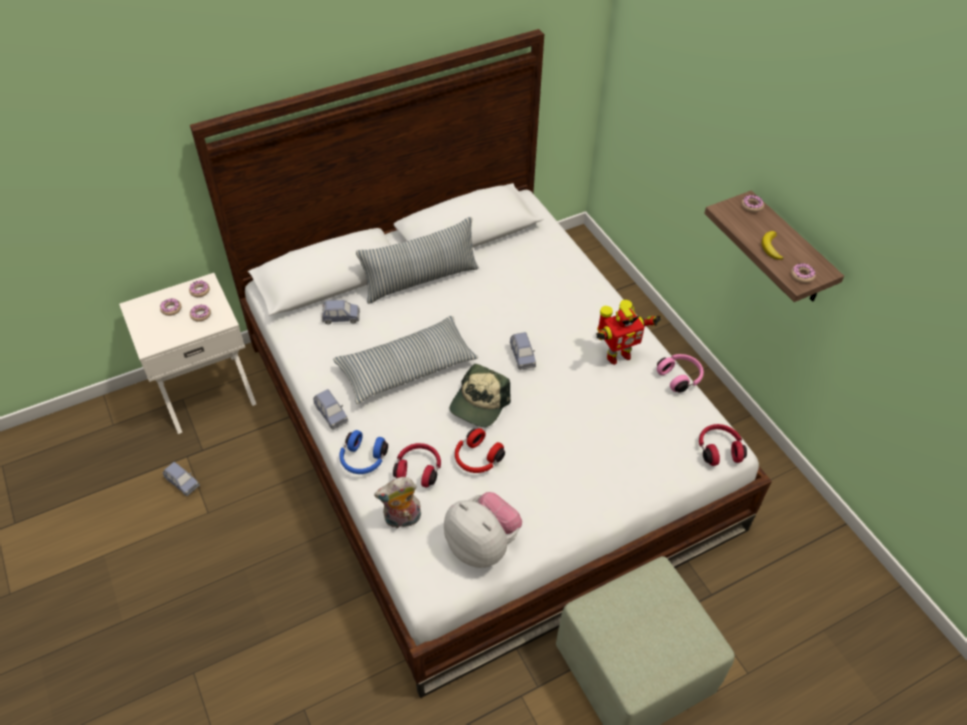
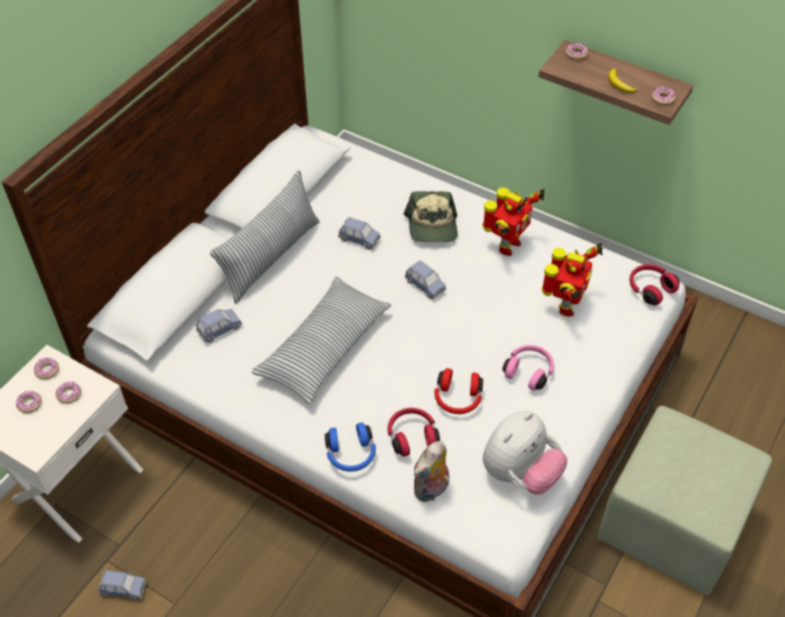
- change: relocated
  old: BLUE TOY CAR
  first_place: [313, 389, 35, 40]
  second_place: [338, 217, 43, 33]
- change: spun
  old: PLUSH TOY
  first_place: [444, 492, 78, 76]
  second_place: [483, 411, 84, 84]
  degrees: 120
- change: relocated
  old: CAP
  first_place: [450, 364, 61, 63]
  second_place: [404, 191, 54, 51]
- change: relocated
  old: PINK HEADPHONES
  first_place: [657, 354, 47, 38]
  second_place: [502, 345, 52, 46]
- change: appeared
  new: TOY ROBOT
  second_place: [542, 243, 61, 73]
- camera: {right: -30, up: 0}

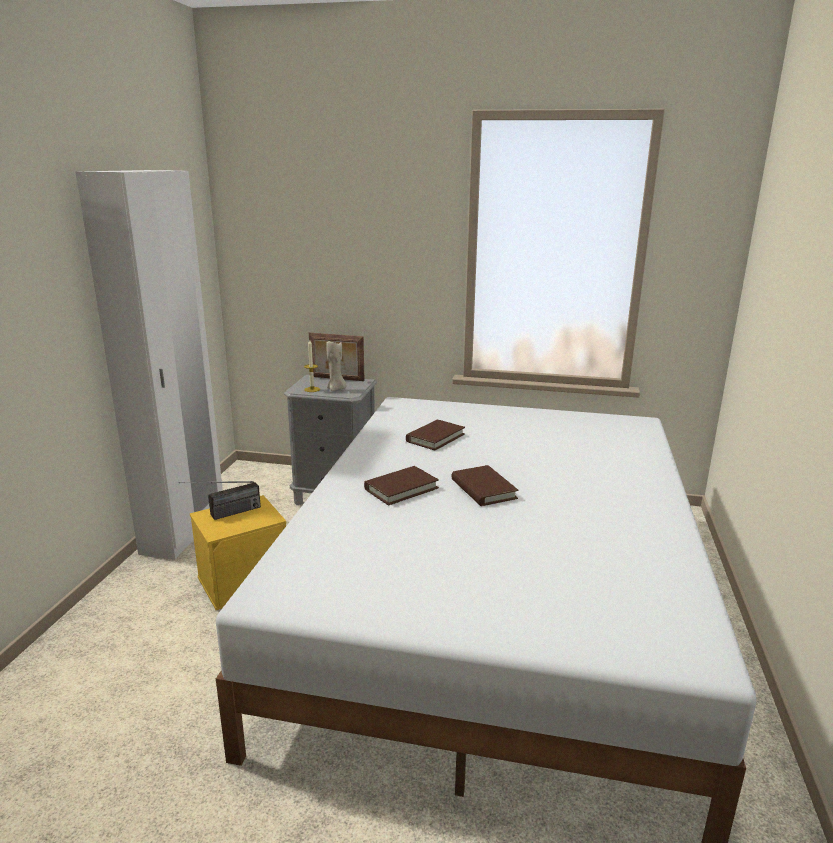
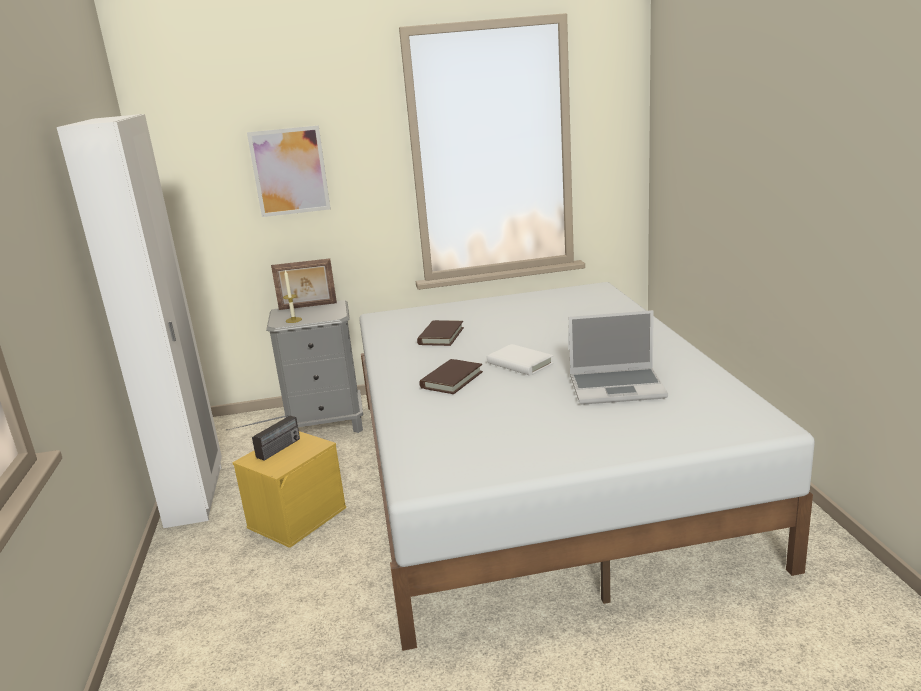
- change: missing
  old: BEIGE CANDLE
  first_place: [326, 341, 21, 50]
- change: colour
  old: BROWN BOOK
  new: WHITE BOOK
  first_place: [451, 465, 67, 41]
  second_place: [487, 344, 67, 32]
- change: appeared
  new: PICTURE
  second_place: [247, 125, 84, 92]
- change: appeared
  new: LAPTOP
  second_place: [569, 310, 99, 95]
- camera: {right: -20, up: 0}

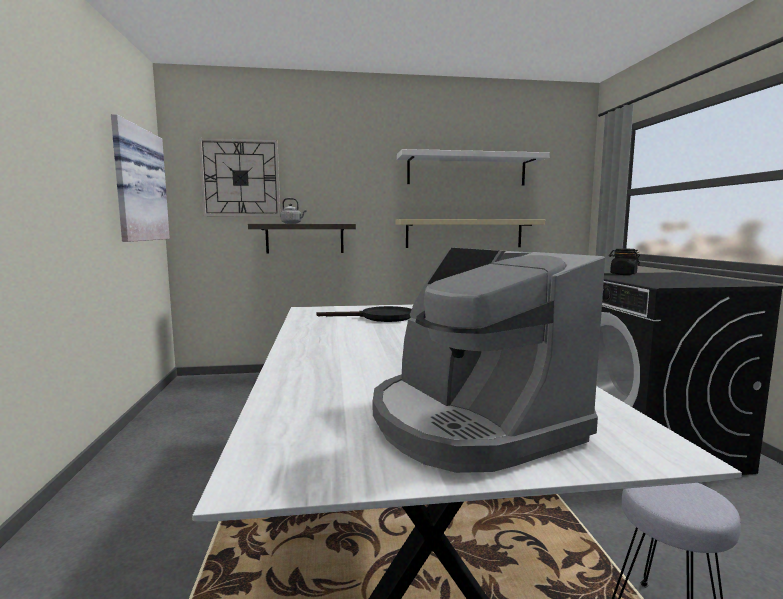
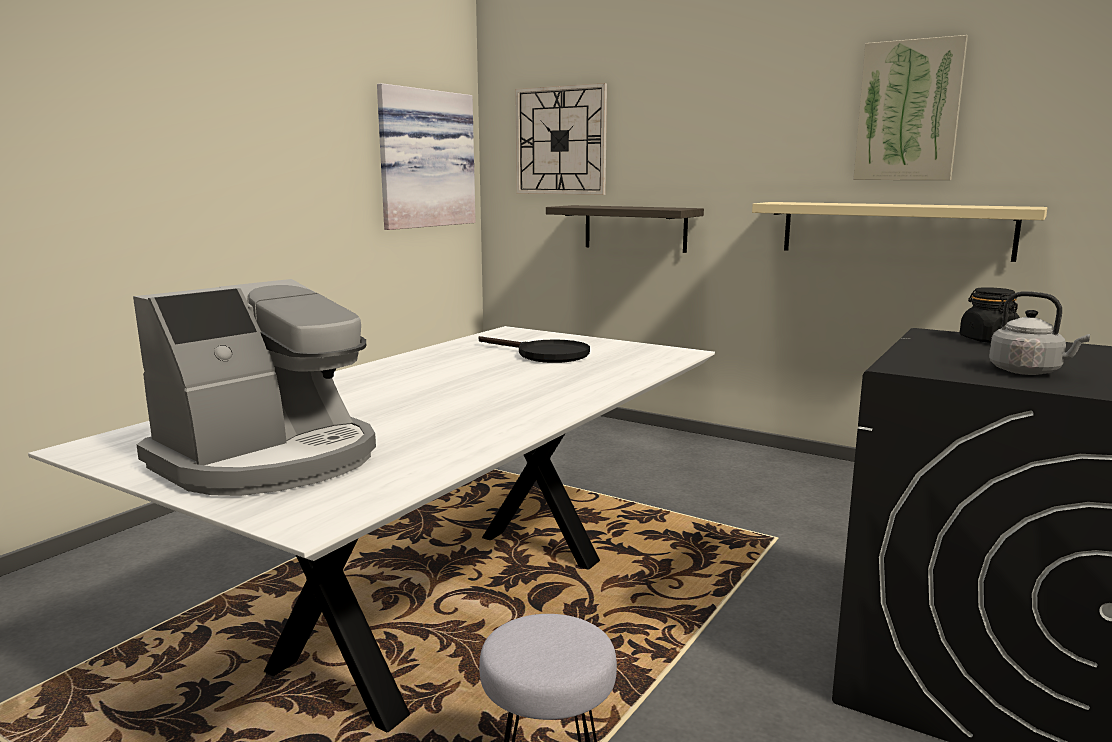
- change: relocated
  old: GREY KETTLE
  first_place: [281, 198, 26, 26]
  second_place: [989, 291, 101, 84]
- change: spun
  old: COFFEE MACHINE
  first_place: [373, 248, 232, 225]
  second_place: [133, 279, 243, 217]
  degrees: -150
- change: exchanged
  old: WHITE SHELF
  new: PICTURE
  first_place: [397, 149, 153, 37]
  second_place: [853, 35, 115, 145]
- camera: {right: 40, up: 5}

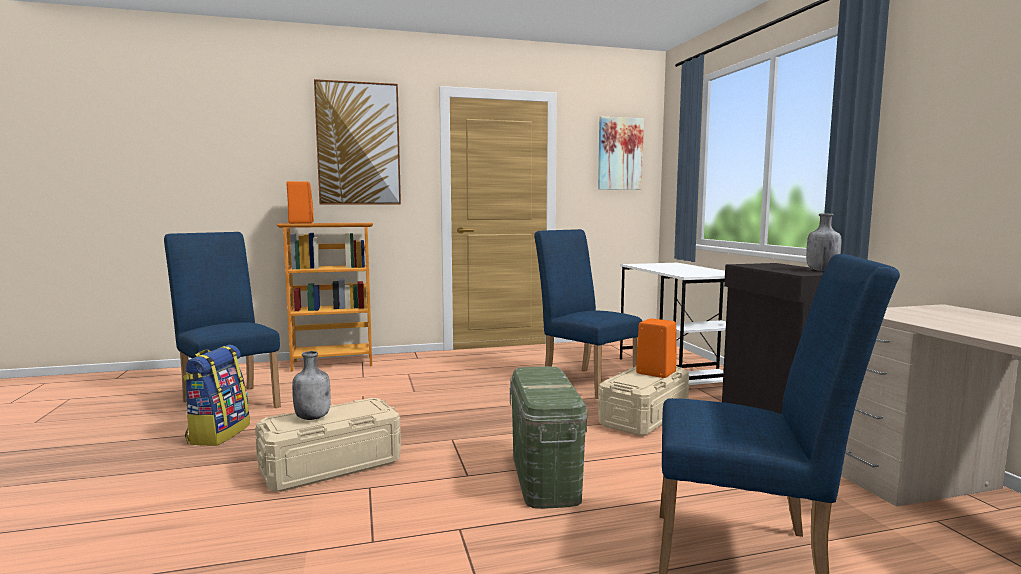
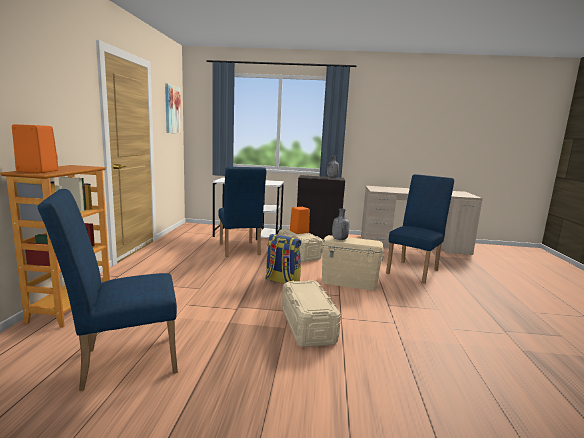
- change: relocated
  old: BACKPACK
  first_place: [183, 345, 67, 101]
  second_place: [266, 234, 35, 50]
- change: relocated
  old: GREY BOTTLE
  first_place: [292, 351, 39, 69]
  second_place: [332, 208, 17, 32]
- change: missing
  old: PICTURE
  first_place: [314, 79, 87, 126]
- change: colour
  old: GREEN STORAGE BOX
  new: BEIGE STORAGE BOX
  first_place: [510, 366, 77, 143]
  second_place: [320, 235, 64, 55]
- change: spun
  old: BLUE CHAIR
  first_place: [534, 229, 108, 170]
  second_place: [218, 167, 49, 90]
  degrees: -90
- camera: {right: -70, up: 5}

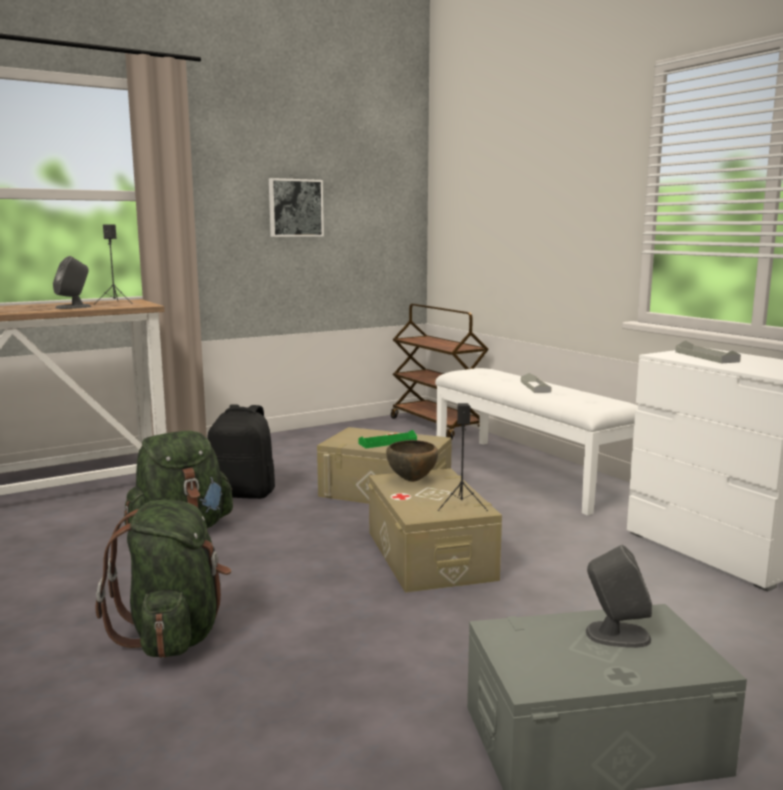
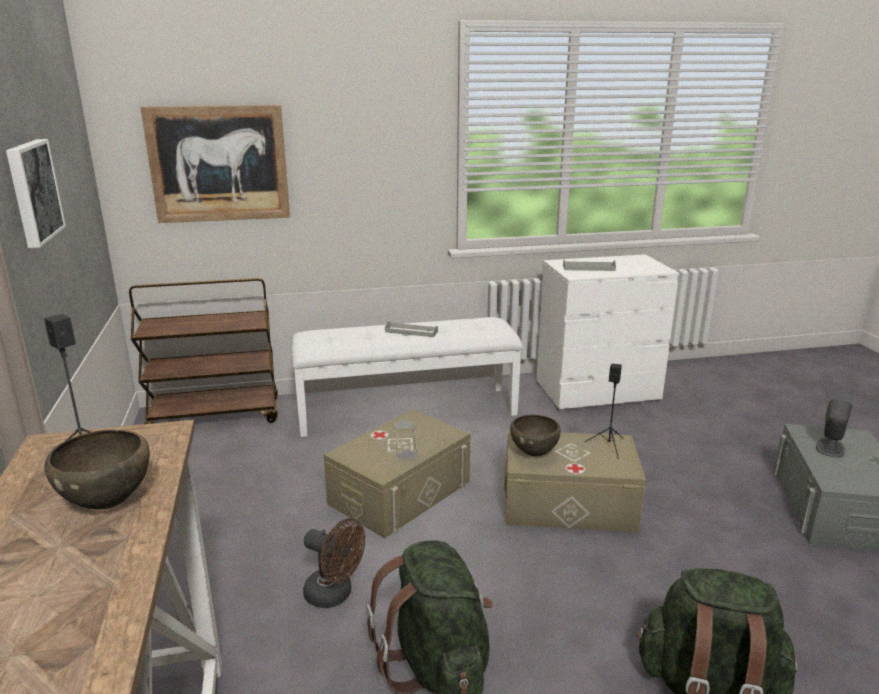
- change: exchanged
  old: GREY SPEAKER
  new: BROWN BOWL
  first_place: [53, 256, 38, 53]
  second_place: [44, 429, 106, 80]
- change: exchanged
  old: BLACK BACKPACK
  new: BROWN FAN
  first_place: [207, 404, 68, 95]
  second_place: [303, 518, 62, 90]
- change: colour
  old: GREEN TRAY
  new: GREY TRAY
  first_place: [359, 430, 58, 18]
  second_place: [395, 419, 23, 41]
- change: appeared
  new: PICTURE
  second_place: [140, 105, 150, 118]
- camera: {right: -70, up: 10}

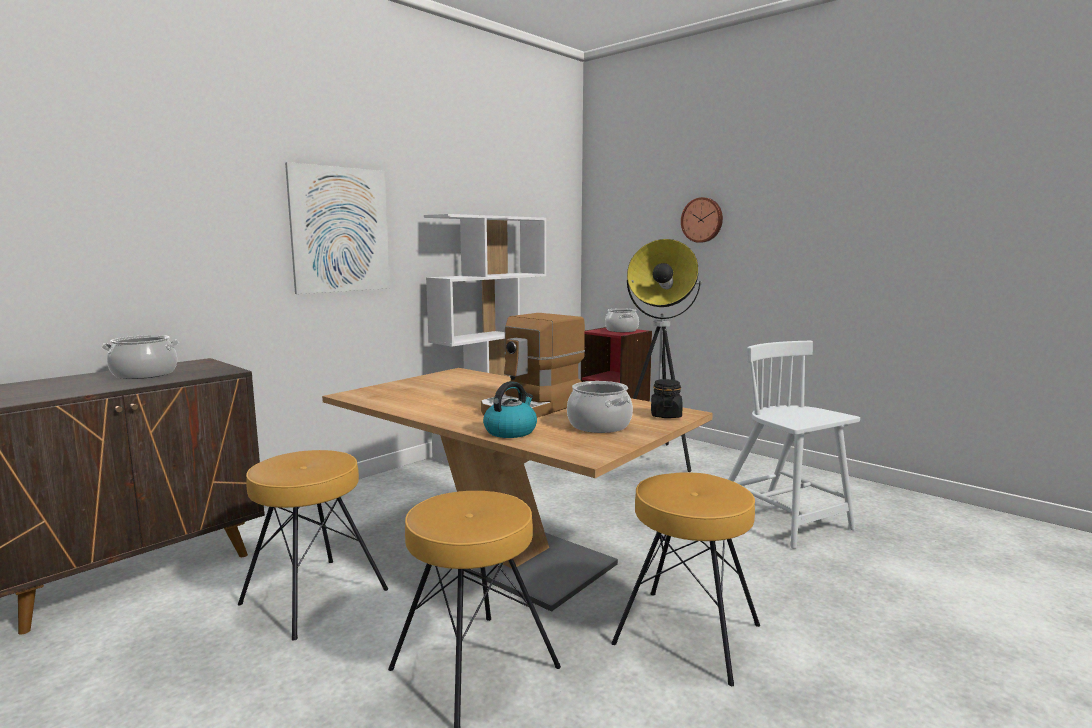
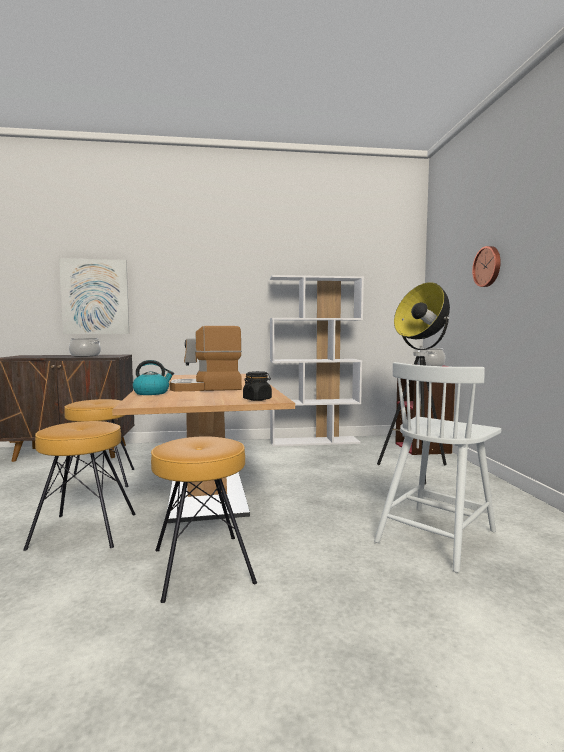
- change: relocated
  old: PICTURE
  first_place: [285, 162, 105, 132]
  second_place: [59, 258, 70, 76]
- change: missing
  old: COOKING POT
  first_place: [567, 381, 66, 52]
- change: spun
  old: WHITE CHAIR
  first_place: [728, 341, 132, 208]
  second_place: [374, 362, 127, 211]
  degrees: -150
- camera: {right: 40, up: -5}

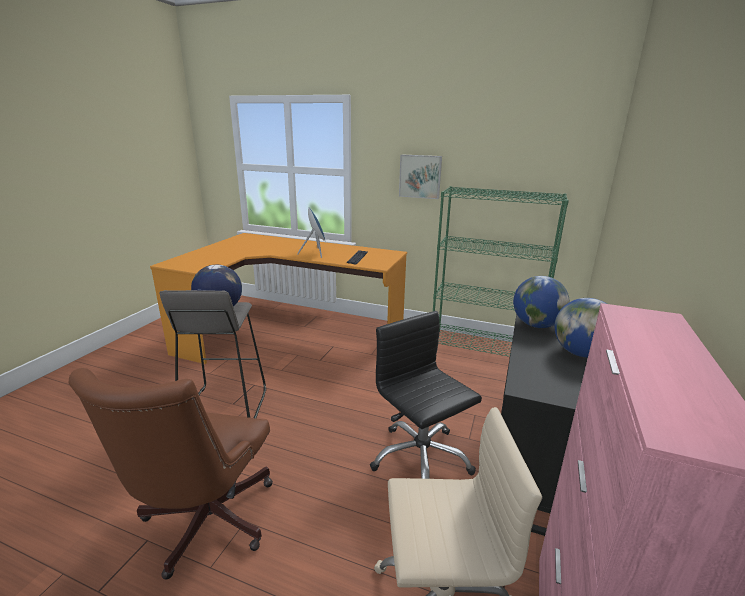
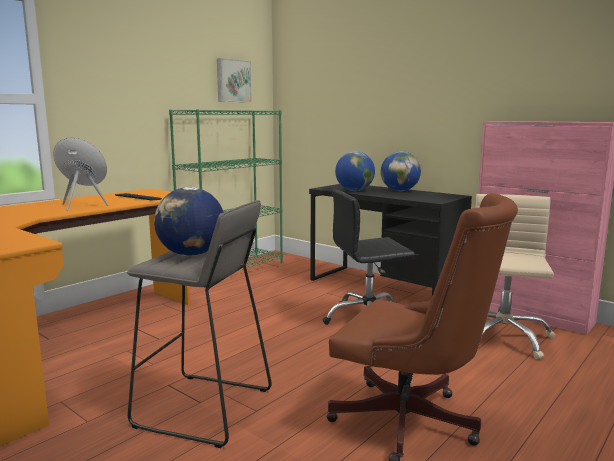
- change: relocated
  old: PICTURE
  first_place: [399, 155, 43, 44]
  second_place: [217, 58, 35, 44]
- camera: {right: -70, up: -10}

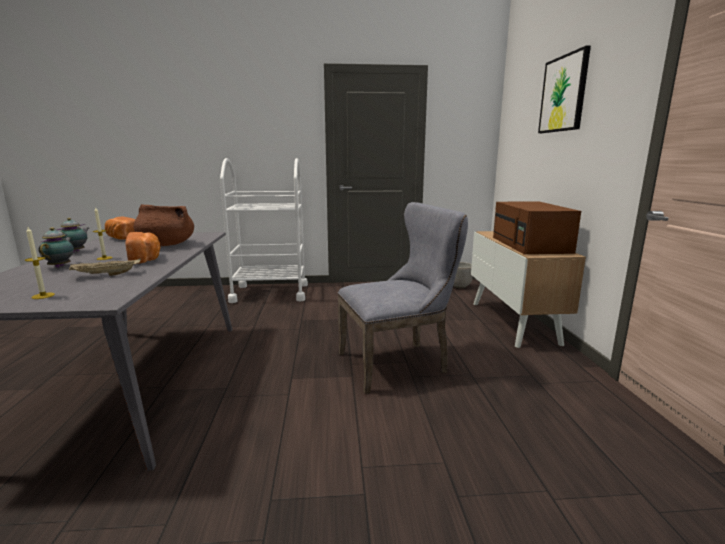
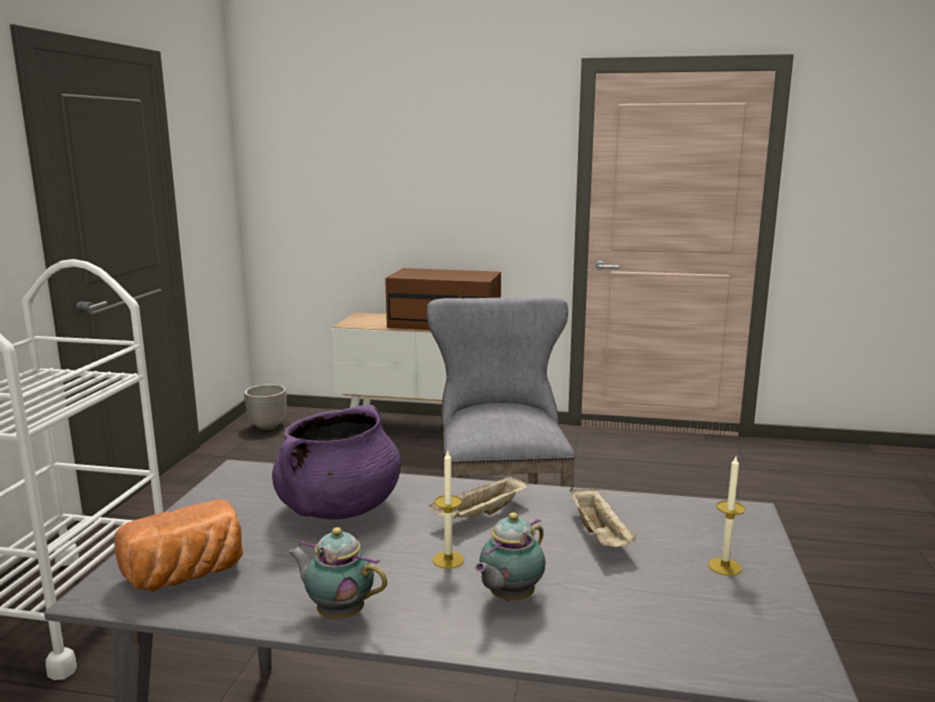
- change: spun
  old: TEAPOT
  first_place: [38, 227, 36, 41]
  second_place: [474, 512, 72, 89]
  degrees: -60
- change: exchanged
  old: BREAD
  new: BEIGE TRAY
  first_place: [126, 232, 34, 32]
  second_place: [429, 474, 99, 45]
- change: colour
  old: BROWN COOKING POT
  new: PURPLE COOKING POT
  first_place: [133, 204, 61, 42]
  second_place: [272, 405, 129, 115]
- change: missing
  old: PICTURE
  first_place: [538, 46, 53, 87]
- camera: {right: -75, up: 0}

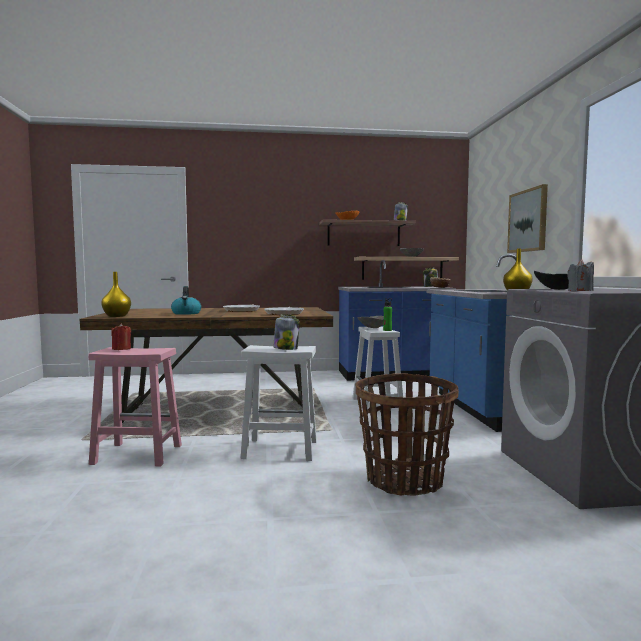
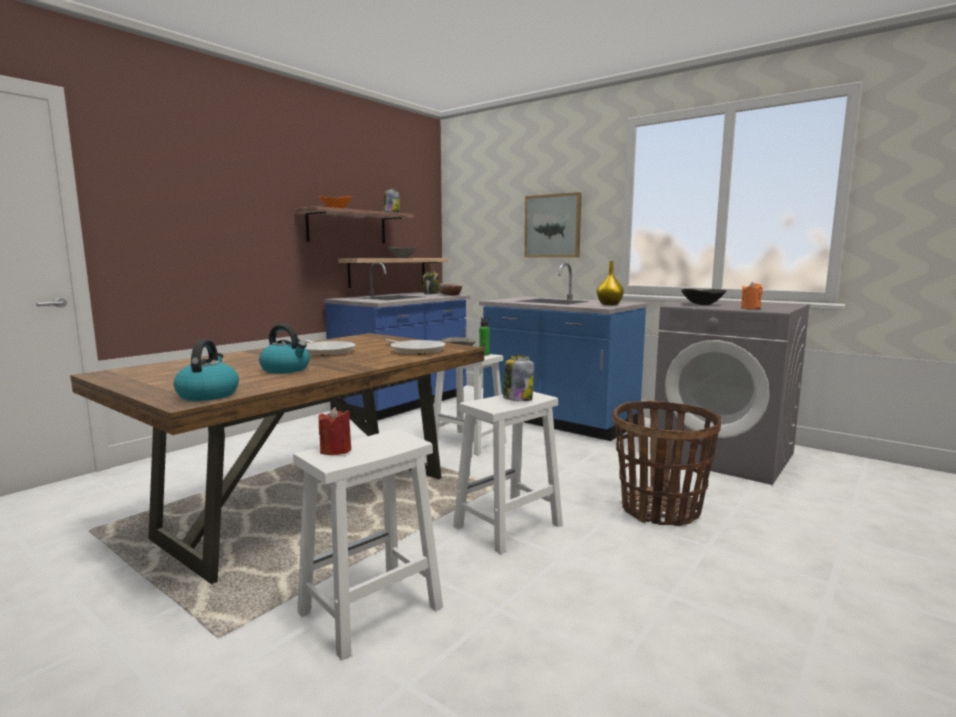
- change: colour
  old: PINK STOOL
  new: WHITE STOOL
  first_place: [88, 347, 94, 119]
  second_place: [293, 429, 150, 231]
- change: exchanged
  old: YELLOW VASE
  new: KETTLE
  first_place: [101, 272, 30, 45]
  second_place: [174, 340, 65, 61]
- change: colour
  old: GREY CANDLE
  new: ORANGE CANDLE
  first_place: [567, 259, 27, 32]
  second_place: [741, 282, 22, 27]
- camera: {right: -45, up: 5}

